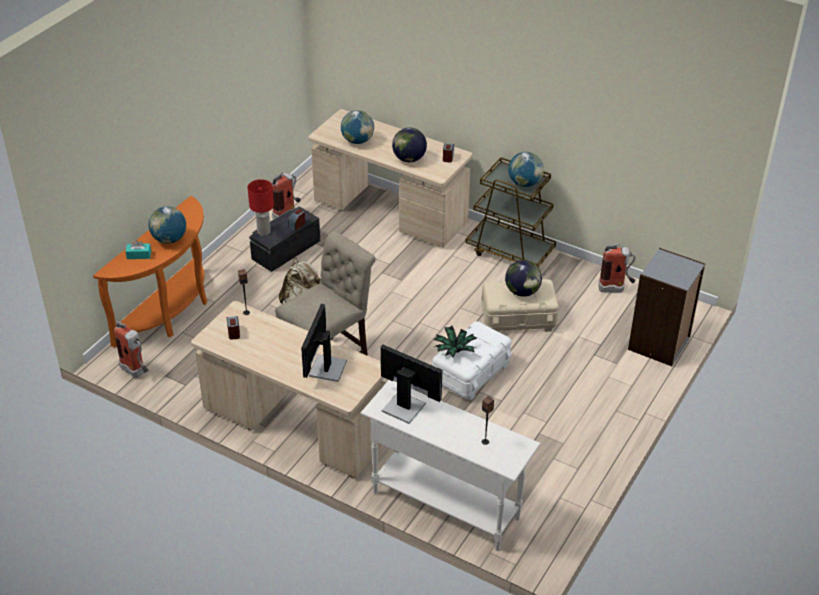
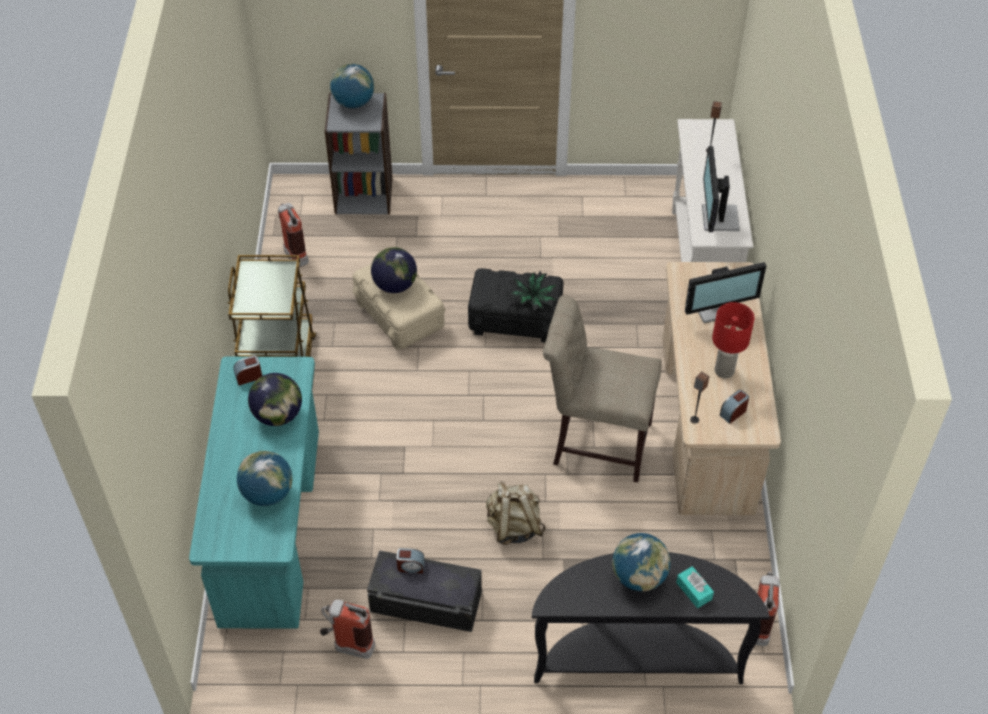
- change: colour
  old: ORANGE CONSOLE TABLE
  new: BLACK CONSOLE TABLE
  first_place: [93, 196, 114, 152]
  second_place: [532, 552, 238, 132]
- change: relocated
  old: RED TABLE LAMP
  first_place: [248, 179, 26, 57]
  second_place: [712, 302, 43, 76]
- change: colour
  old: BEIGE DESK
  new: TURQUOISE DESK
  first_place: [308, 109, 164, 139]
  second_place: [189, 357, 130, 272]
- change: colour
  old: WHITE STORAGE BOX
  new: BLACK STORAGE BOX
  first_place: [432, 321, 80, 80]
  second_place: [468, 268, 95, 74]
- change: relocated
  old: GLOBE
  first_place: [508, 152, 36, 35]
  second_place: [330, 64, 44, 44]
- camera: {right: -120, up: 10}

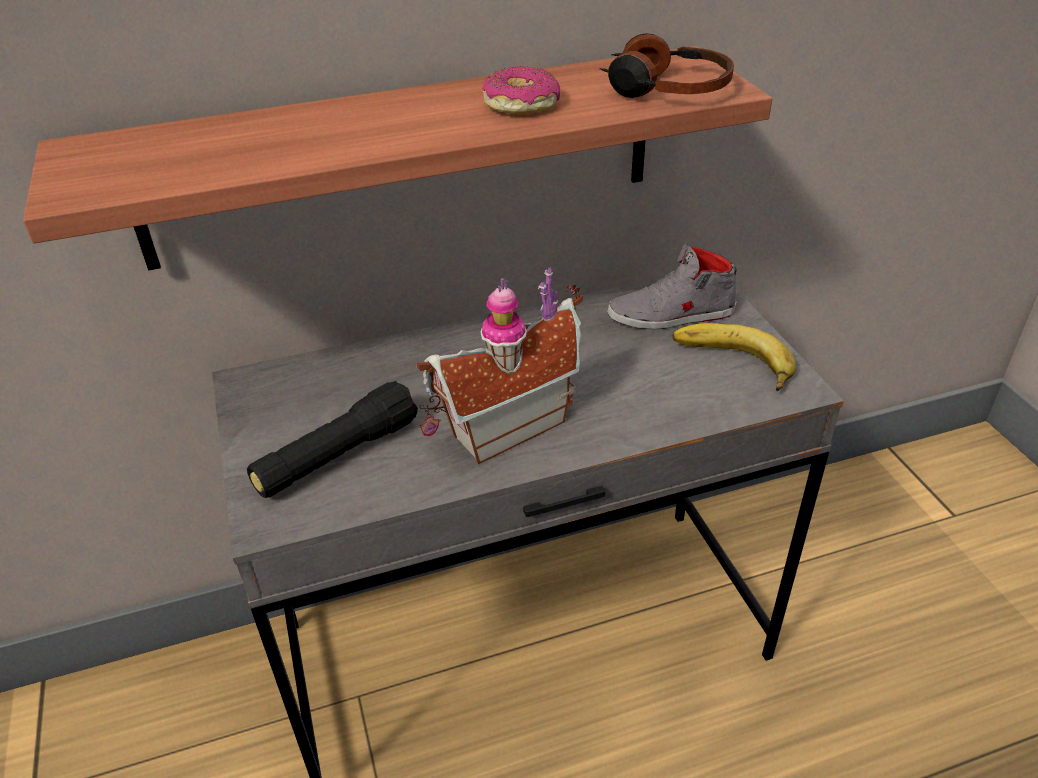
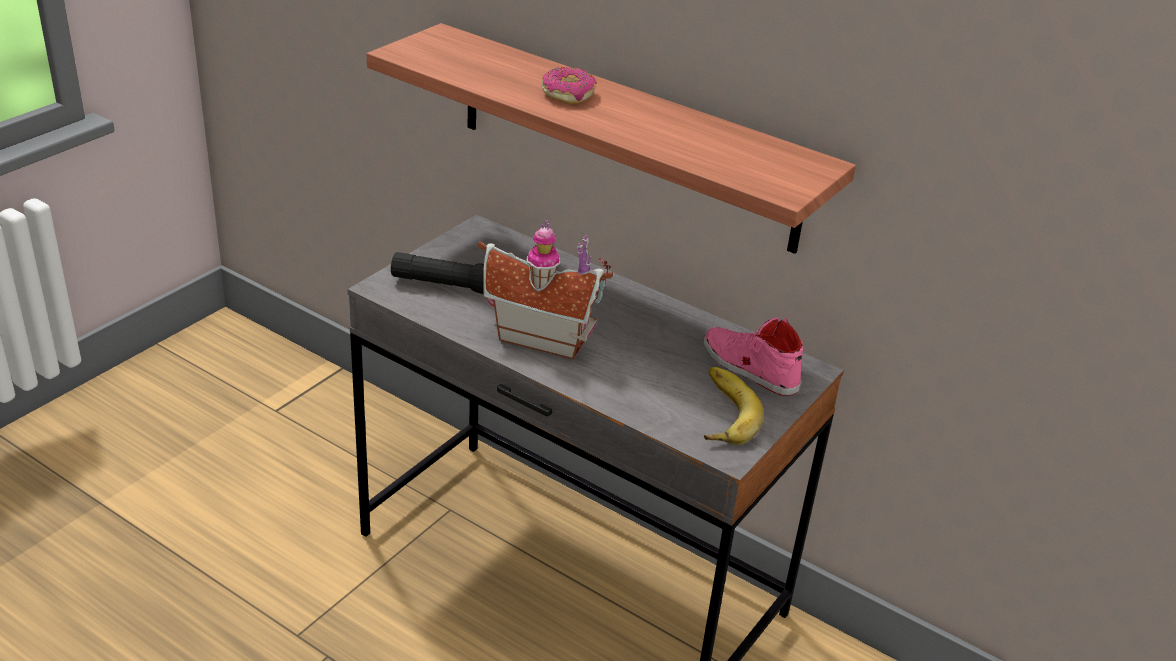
- change: relocated
  old: DONUT
  first_place: [482, 66, 78, 48]
  second_place: [542, 67, 55, 37]
- change: missing
  old: HEADPHONES
  first_place: [600, 33, 134, 65]
- change: colour
  old: GREY SHOE
  new: PINK SHOE
  first_place: [607, 244, 130, 86]
  second_place: [704, 317, 99, 79]
- camera: {right: 50, up: -5}

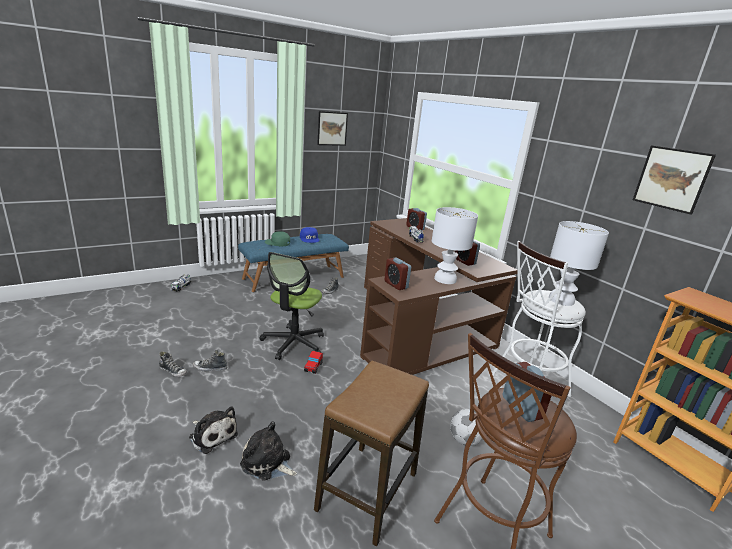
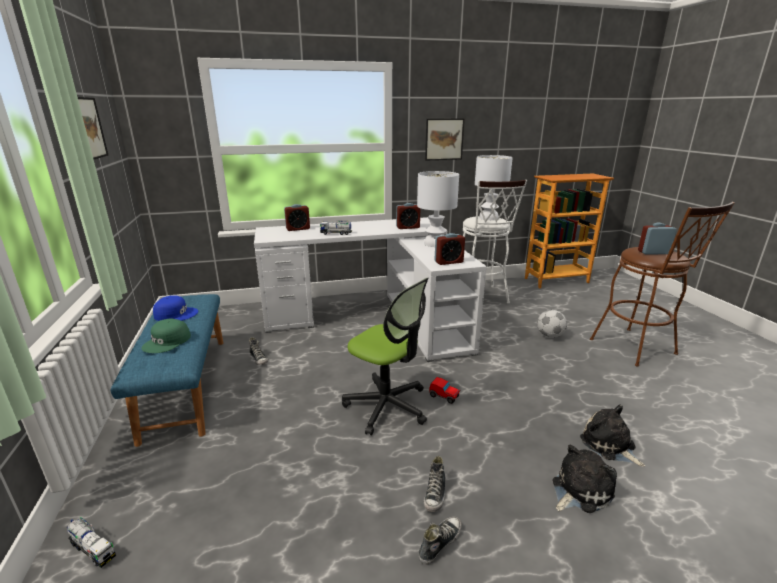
- change: spun
  old: PLUSH TOY
  first_place: [240, 421, 57, 60]
  second_place: [580, 404, 65, 63]
  degrees: 105
- change: missing
  old: STOOL
  first_place: [314, 361, 115, 185]
- change: colour
  old: BROWN DESK
  new: WHITE DESK
  first_place: [360, 218, 157, 157]
  second_place: [254, 217, 233, 145]
- change: relocated
  old: PICTURE
  first_place: [633, 145, 83, 70]
  second_place: [425, 119, 39, 41]
- camera: {right: -70, up: 0}

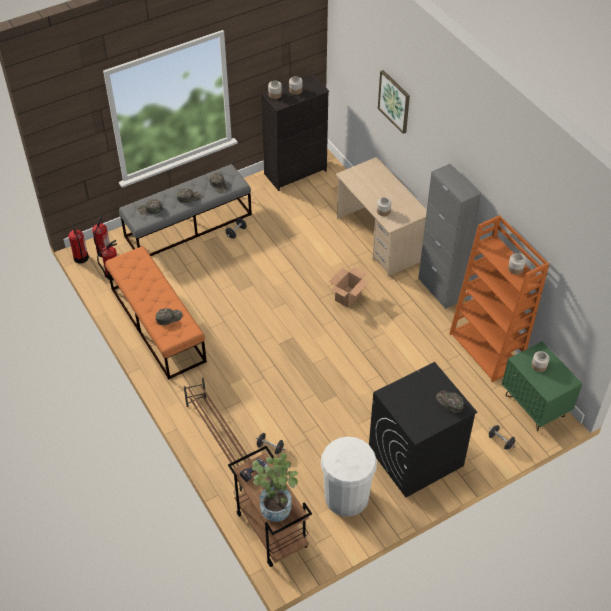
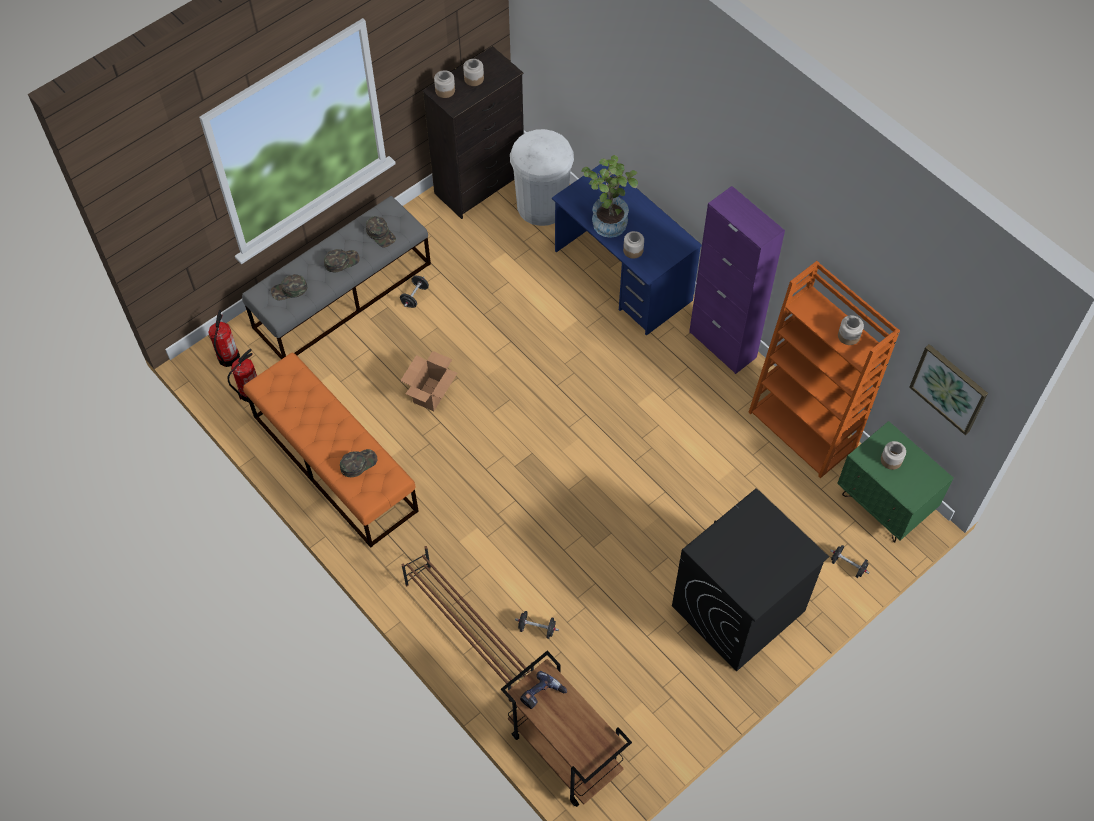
- change: missing
  old: FIRE EXTINGUISHER
  first_place: [68, 221, 21, 43]
- change: relocated
  old: POTTED PLANT
  first_place: [252, 453, 46, 69]
  second_place: [581, 155, 57, 83]
- change: relocated
  old: WHITE TRASH CAN
  first_place: [321, 437, 56, 80]
  second_place: [510, 129, 64, 97]
- change: relocated
  old: CARDBOARD BOX
  first_place: [329, 267, 40, 41]
  second_place: [400, 351, 57, 60]
- change: colour
  old: BEIGE DESK
  new: BLUE DESK
  first_place: [336, 157, 91, 120]
  second_place: [552, 164, 150, 172]
- change: relocated
  old: PICTURE
  first_place: [378, 70, 32, 64]
  second_place: [909, 344, 79, 91]
- change: colour
  old: GREY CABINET
  new: PURPLE CABINET
  first_place: [418, 164, 63, 145]
  second_place: [689, 186, 96, 188]
- change: missing
  old: GREEN CAP
  first_place: [436, 390, 28, 23]
- camera: {right: -10, up: 10}

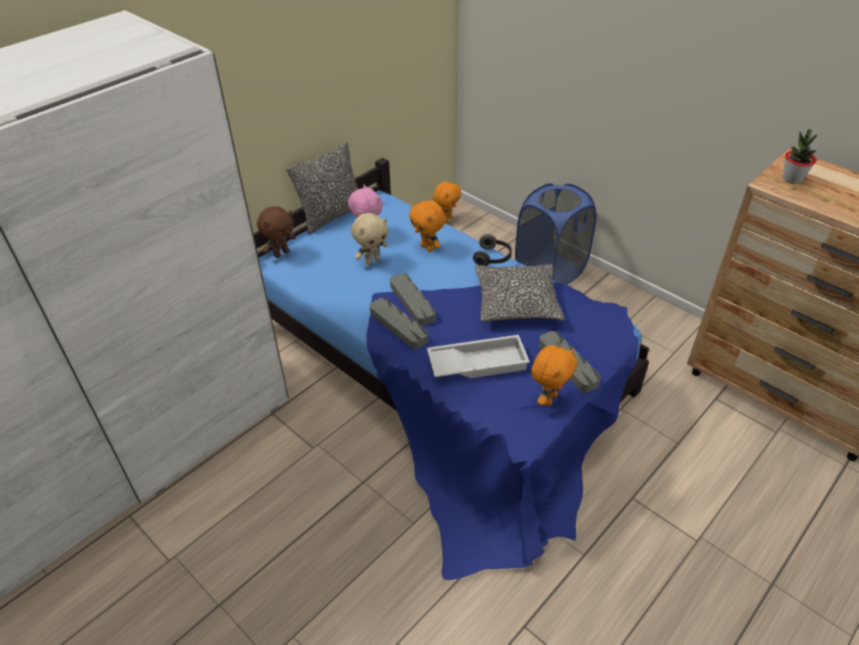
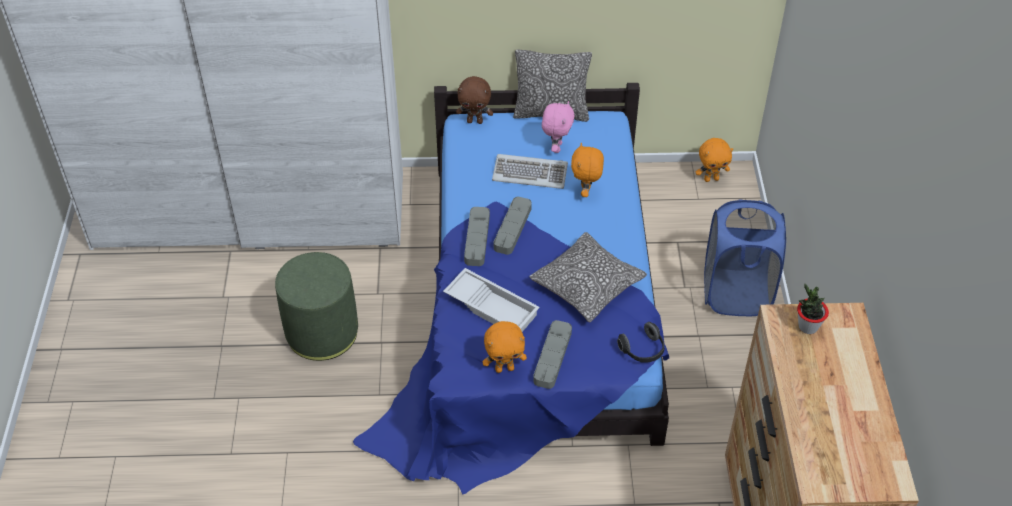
- change: exchanged
  old: BEIGE PLUSH TOY
  new: KEYBOARD
  first_place: [351, 213, 37, 52]
  second_place: [492, 154, 76, 35]
- change: relocated
  old: HEADPHONES
  first_place: [473, 234, 39, 32]
  second_place: [617, 322, 47, 41]
- change: appeared
  new: GREEN OTTOMAN
  second_place: [275, 252, 83, 109]
- camera: {right: 45, up: 5}

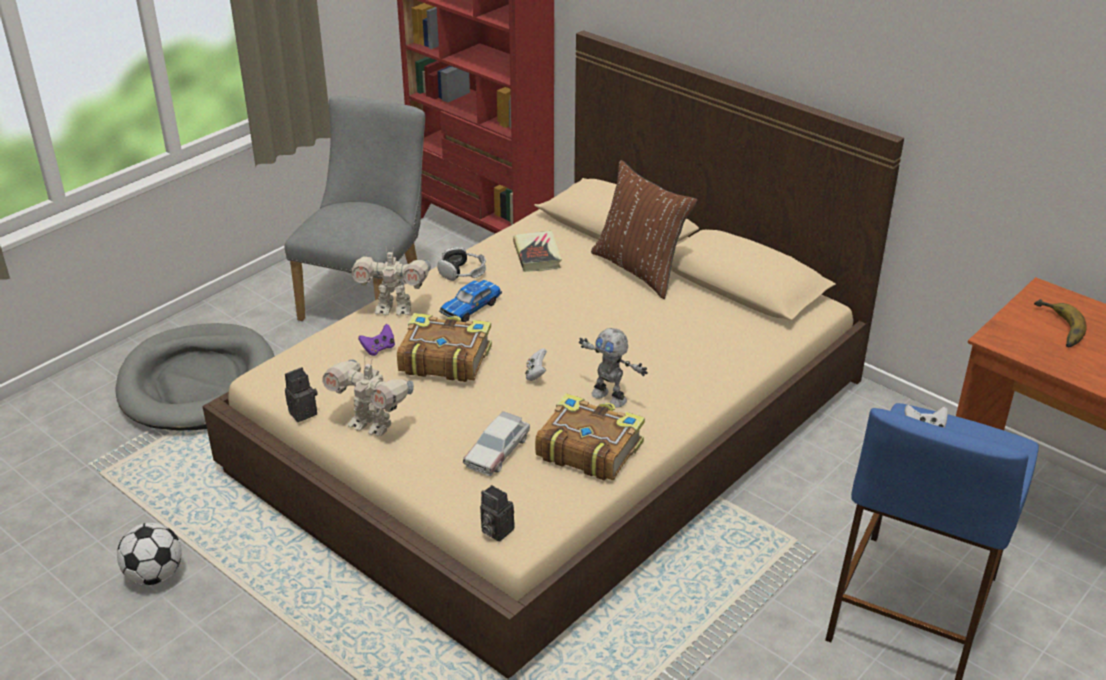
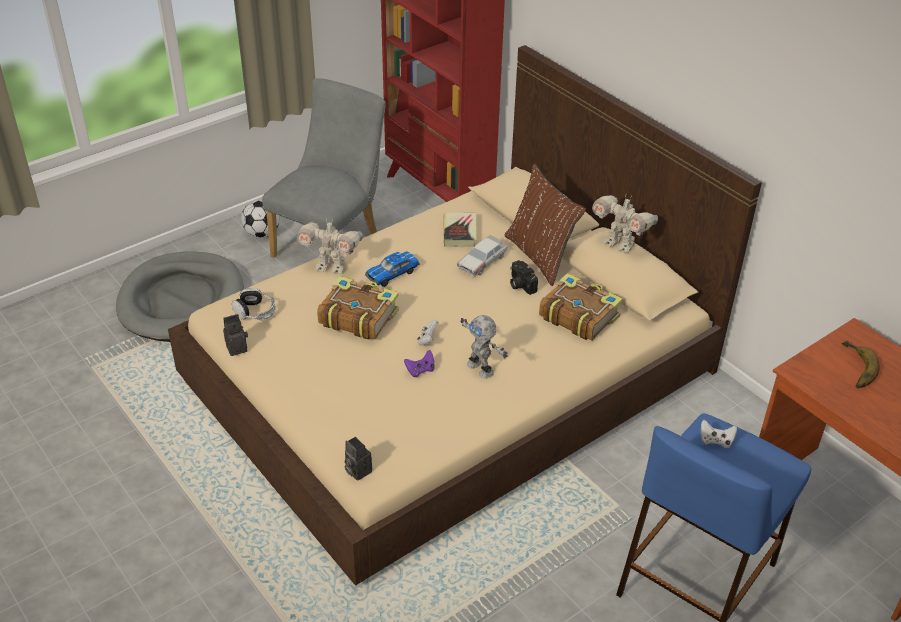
- change: relocated
  old: FOOTBALL
  first_place: [117, 523, 65, 62]
  second_place: [241, 200, 38, 38]
- change: relocated
  old: TOY ROBOT
  first_place: [322, 357, 92, 80]
  second_place: [592, 195, 66, 58]
- change: relocated
  old: PURPLE GAME CONTROLLER
  first_place: [358, 324, 37, 32]
  second_place: [404, 350, 31, 27]
- change: relocated
  old: HEADPHONES
  first_place: [437, 247, 49, 34]
  second_place: [232, 288, 44, 32]
- change: relocated
  old: TOY CAR
  first_place: [463, 411, 67, 65]
  second_place: [457, 235, 50, 42]
- change: relocated
  old: BOOK
  first_place: [535, 393, 110, 87]
  second_place: [539, 273, 84, 68]
- change: appeared
  new: PHOTO CAMERA
  second_place: [510, 260, 28, 35]
- camera: {right: 10, up: 5}

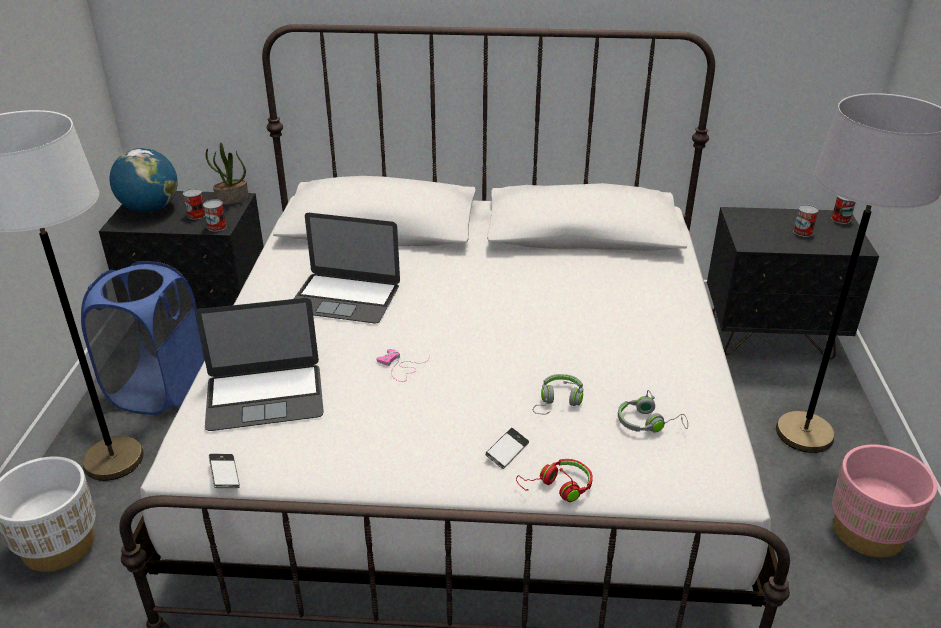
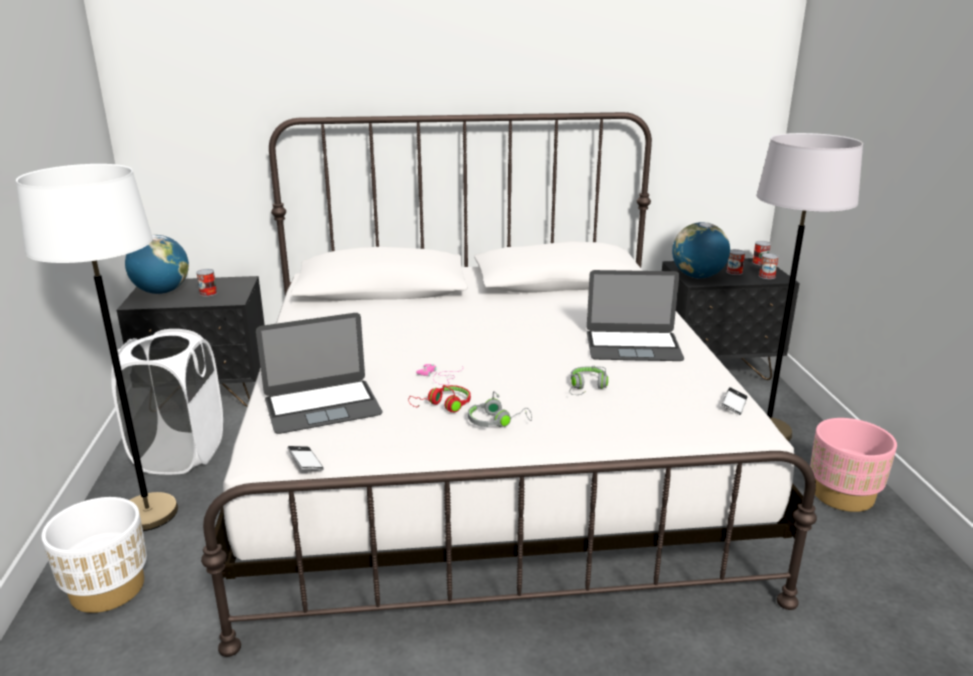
- change: colour
  old: BLUE LAUNDRY BASKET
  new: WHITE LAUNDRY BASKET
  first_place: [81, 261, 124, 154]
  second_place: [111, 329, 112, 146]
- change: relocated
  old: CAN
  first_place: [203, 199, 24, 33]
  second_place: [759, 253, 20, 26]
- change: missing
  old: POTTED PLANT
  first_place: [206, 143, 43, 62]
- change: relocated
  old: LAPTOP
  first_place: [294, 213, 106, 110]
  second_place: [587, 270, 97, 91]
- change: relocated
  old: PHONE
  first_place: [485, 428, 44, 41]
  second_place: [722, 387, 25, 28]
- change: relocated
  old: RED HEADPHONES
  first_place: [516, 459, 77, 43]
  second_place: [408, 385, 63, 27]
- change: relocated
  old: GREY HEADPHONES
  first_place: [618, 390, 70, 43]
  second_place: [468, 391, 64, 36]
- change: appeared
  new: GLOBE
  second_place: [672, 222, 58, 57]
- camera: {right: -10, up: -10}

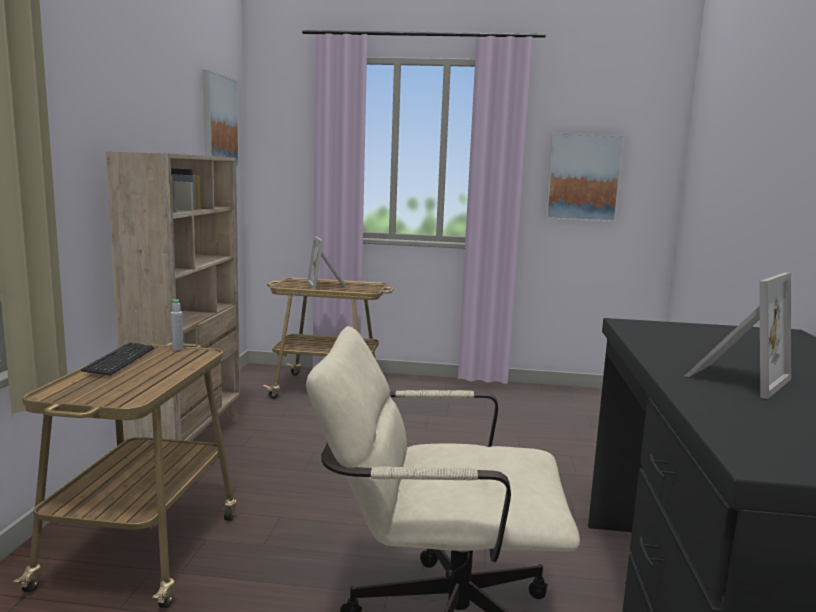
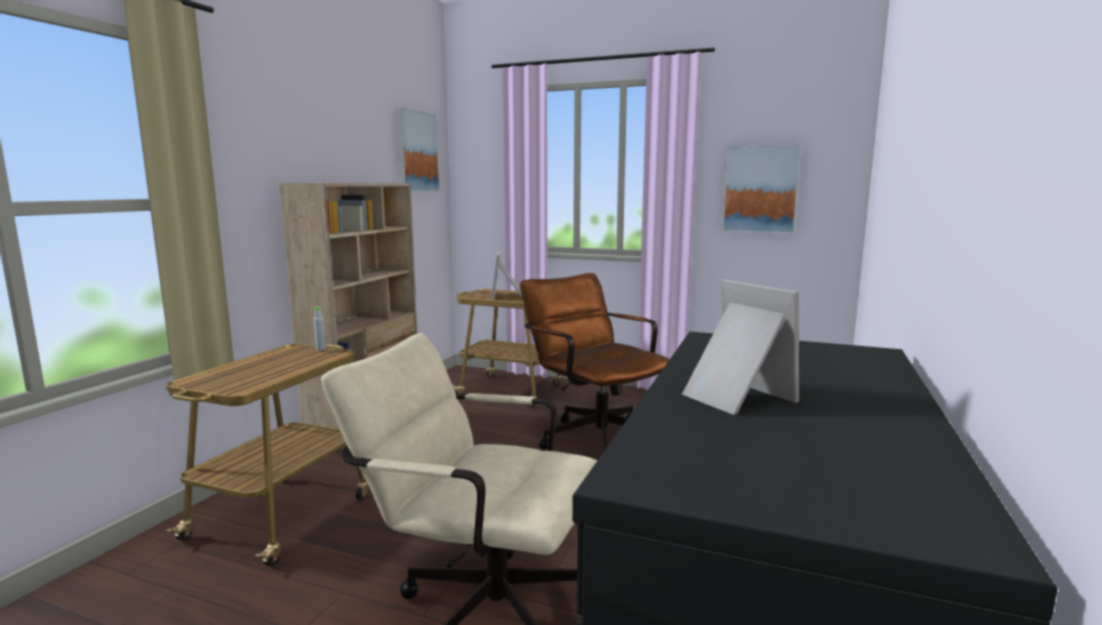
- change: missing
  old: KEYBOARD
  first_place: [81, 342, 73, 34]
- change: spun
  old: PICTURE FRAME
  first_place: [685, 273, 106, 126]
  second_place: [682, 280, 117, 135]
  degrees: -90
- change: appeared
  new: BROWN OFFICE CHAIR
  second_place: [520, 273, 150, 178]
- camera: {right: 15, up: 0}

